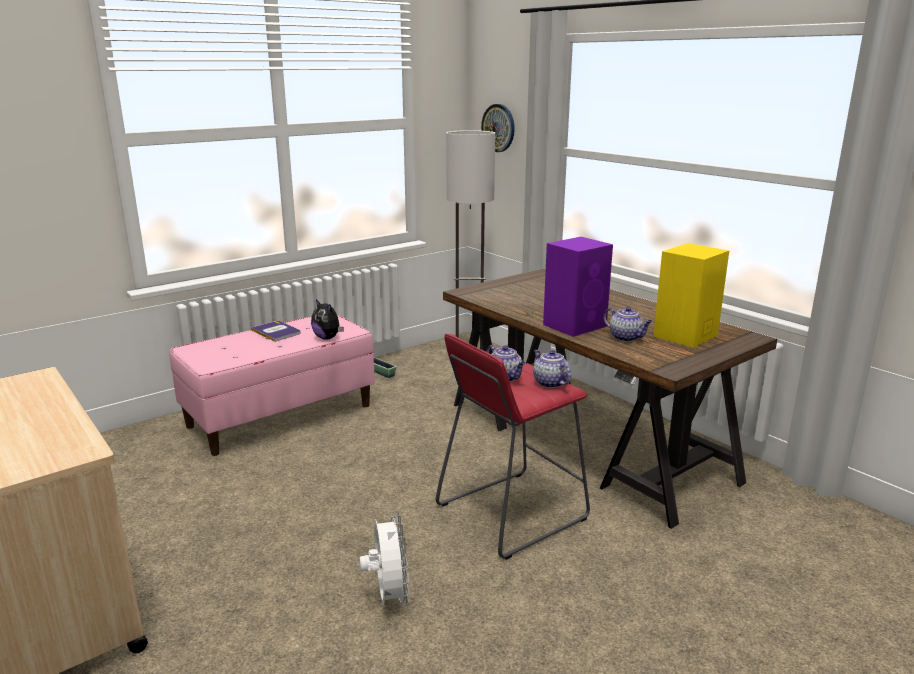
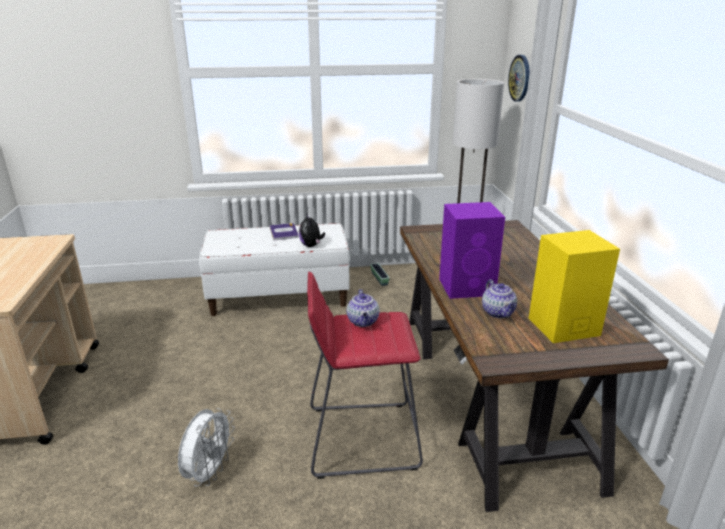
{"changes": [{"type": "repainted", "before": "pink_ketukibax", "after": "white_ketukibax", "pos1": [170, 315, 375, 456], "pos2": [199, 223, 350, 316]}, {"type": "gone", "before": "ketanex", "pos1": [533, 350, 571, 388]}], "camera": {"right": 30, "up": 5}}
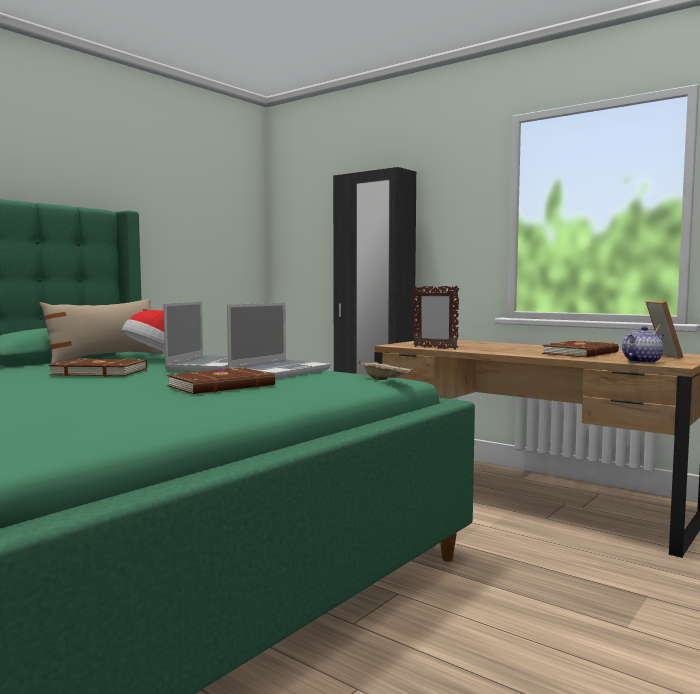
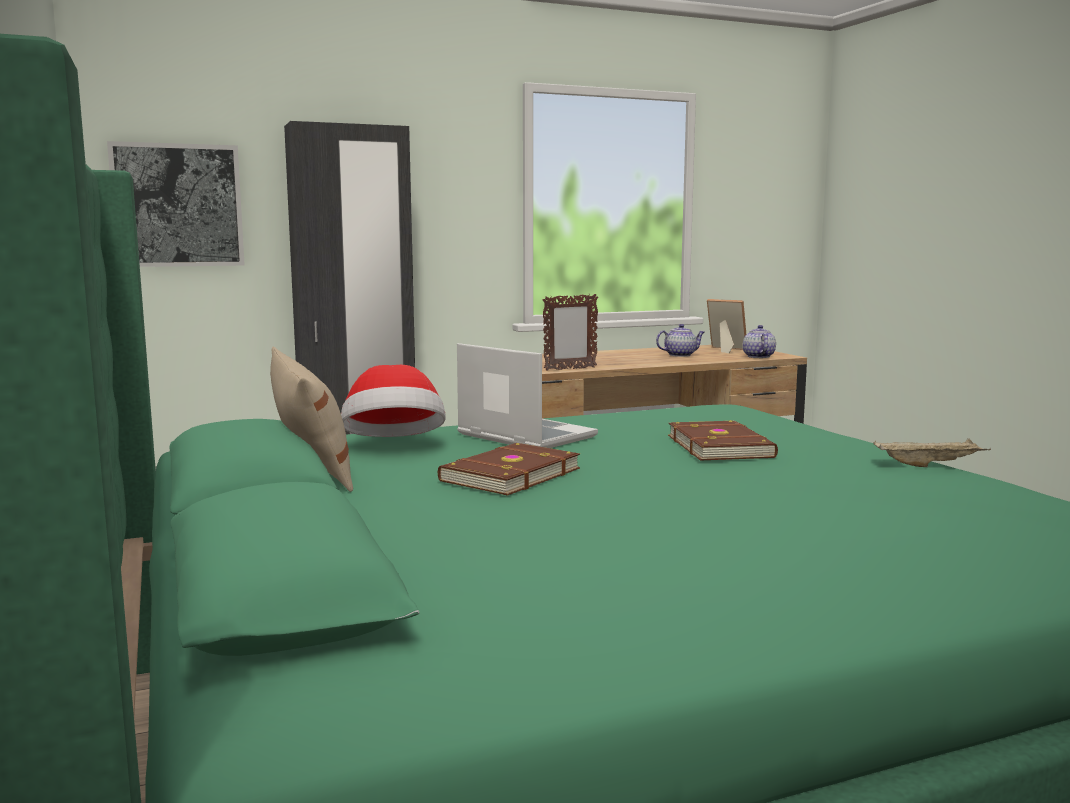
{"changes": [{"type": "new", "after": "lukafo", "pos2": [107, 141, 245, 267]}, {"type": "swapped", "before": "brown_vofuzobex", "after": "ketanex", "pos1": [542, 340, 619, 357], "pos2": [656, 324, 704, 357]}, {"type": "shifted", "before": "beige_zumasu", "pos1": [358, 361, 414, 380], "pos2": [873, 438, 991, 467]}, {"type": "gone", "before": "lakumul", "pos1": [227, 303, 331, 379]}], "camera": {"right": -60, "up": 5}}
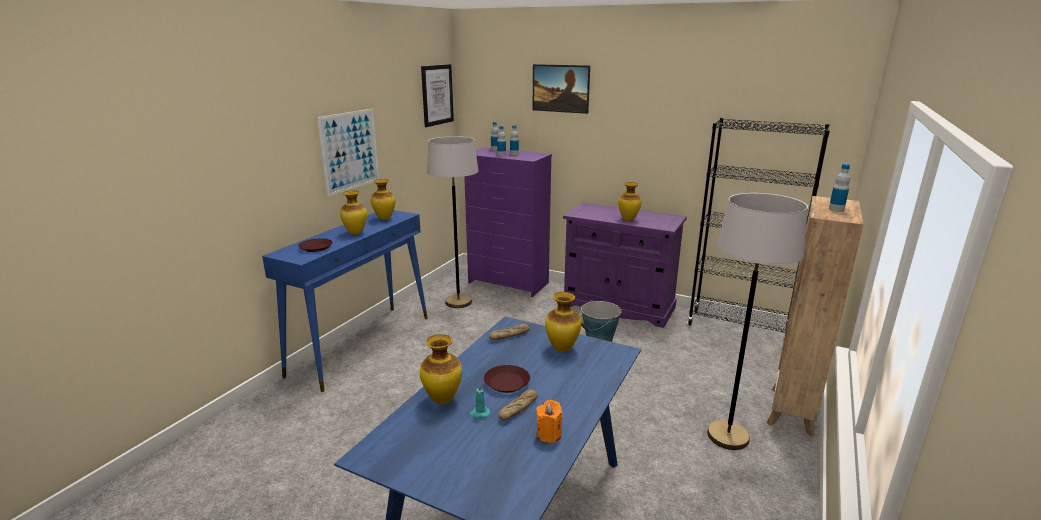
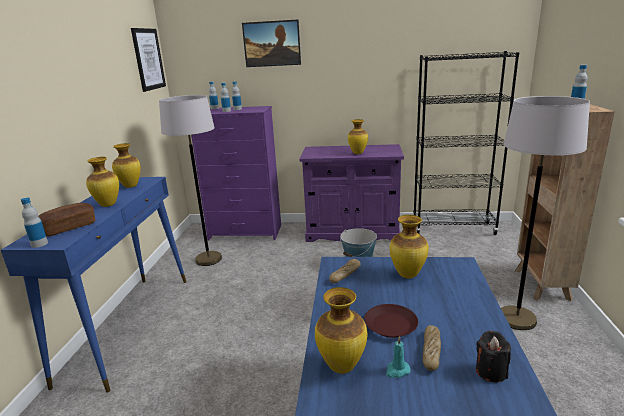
{"changes": [{"type": "new", "after": "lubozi", "pos2": [21, 197, 48, 248]}, {"type": "swapped", "before": "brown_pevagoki", "after": "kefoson", "pos1": [298, 238, 333, 252], "pos2": [38, 203, 96, 236]}, {"type": "repainted", "before": "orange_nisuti", "after": "black_nisuti", "pos1": [536, 400, 563, 443], "pos2": [476, 331, 511, 382]}, {"type": "gone", "before": "lukafo", "pos1": [317, 109, 379, 196]}], "camera": {"right": -20, "up": 0}}
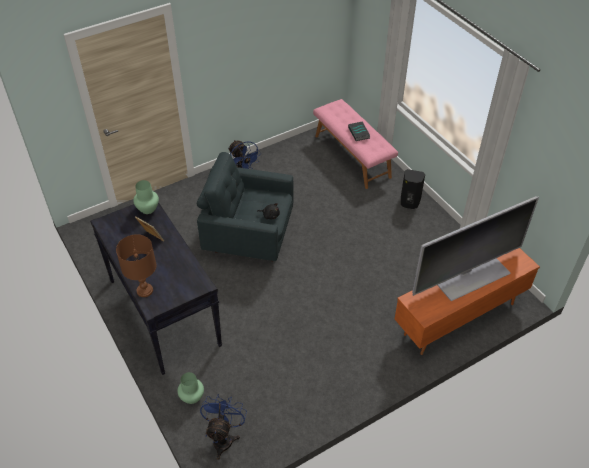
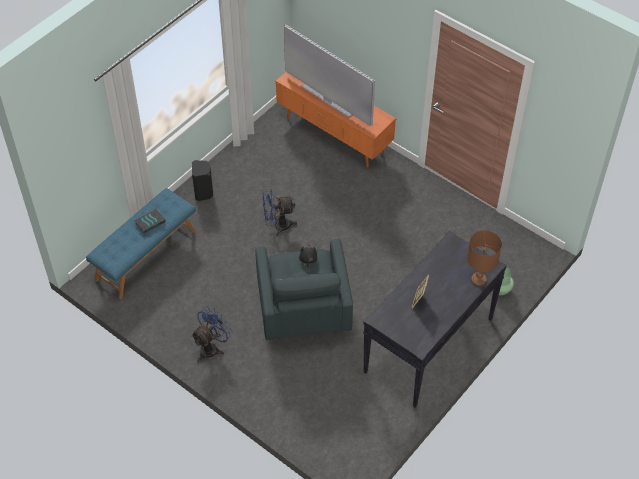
{"changes": [{"type": "repainted", "before": "pink_ketukibax", "after": "blue_ketukibax", "pos1": [313, 99, 398, 189], "pos2": [86, 188, 196, 299]}, {"type": "shifted", "before": "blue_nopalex", "pos1": [200, 394, 247, 460], "pos2": [262, 188, 297, 236]}, {"type": "gone", "before": "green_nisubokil", "pos1": [133, 180, 159, 214]}], "camera": {"right": -110, "up": 5}}
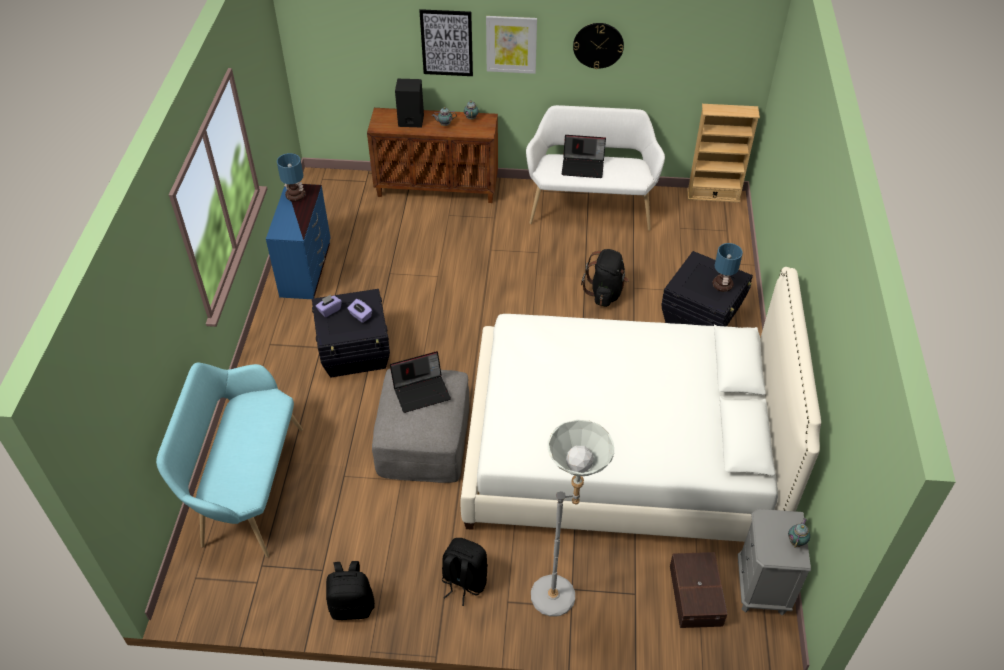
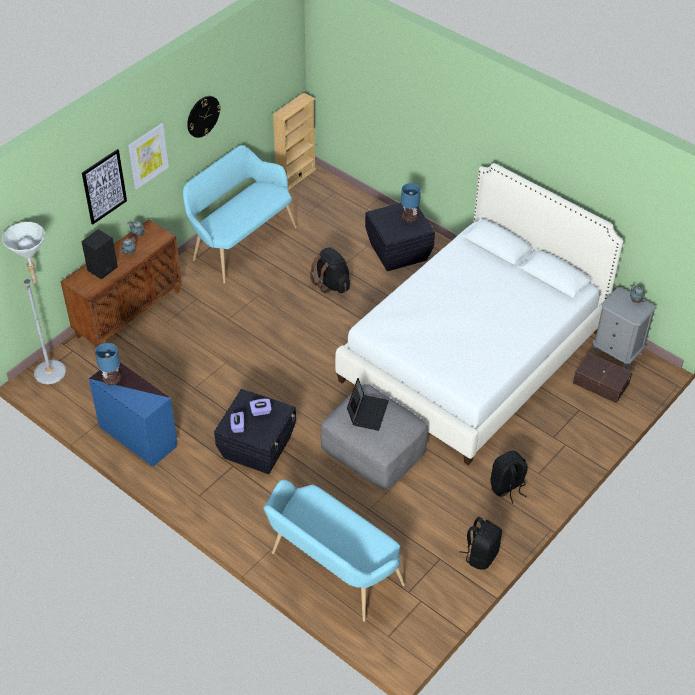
{"changes": [{"type": "shifted", "before": "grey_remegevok", "pos1": [531, 420, 614, 617], "pos2": [2, 222, 66, 384]}, {"type": "repainted", "before": "white_ketukibax", "after": "turquoise_ketukibax", "pos1": [526, 105, 665, 231], "pos2": [183, 145, 297, 284]}, {"type": "gone", "before": "lakumul", "pos1": [562, 135, 606, 178]}], "camera": {"right": -55, "up": 0}}
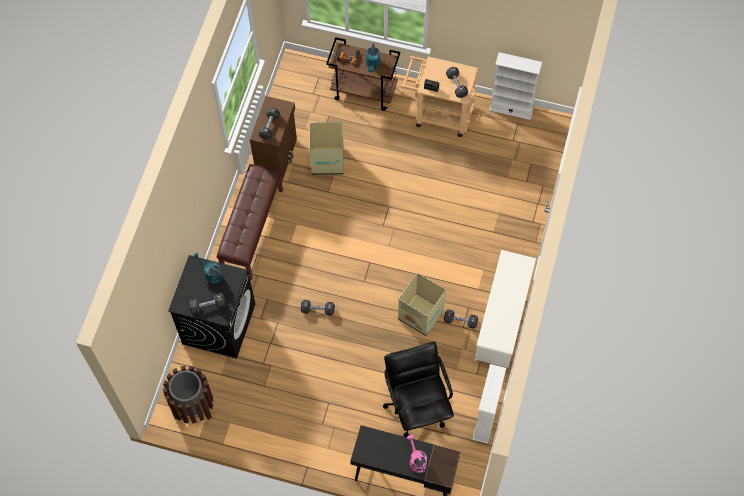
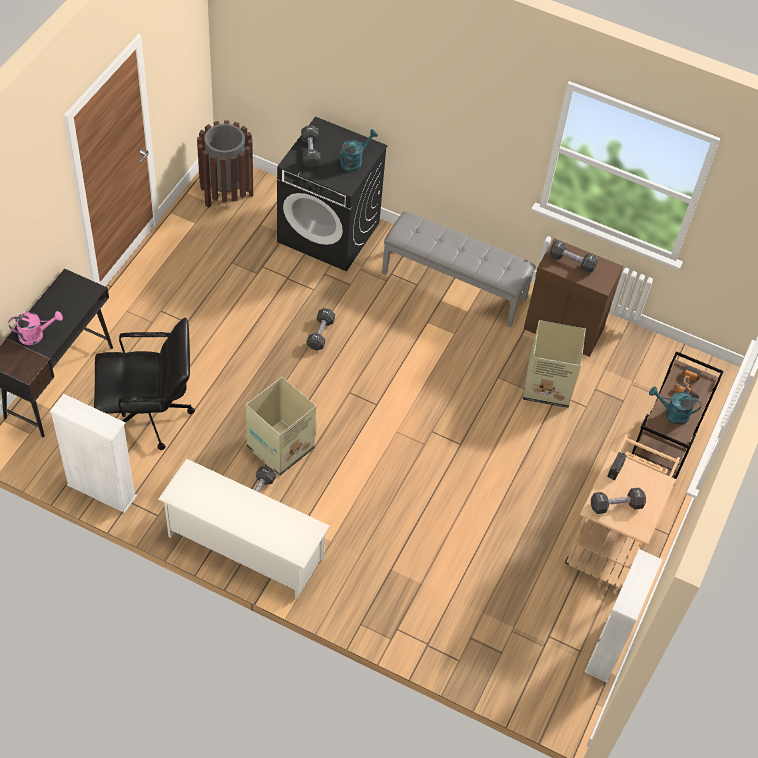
{"changes": [{"type": "repainted", "before": "brown_ketukibax", "after": "grey_ketukibax", "pos1": [217, 164, 283, 280], "pos2": [382, 212, 536, 328]}], "camera": {"right": 95, "up": -10}}
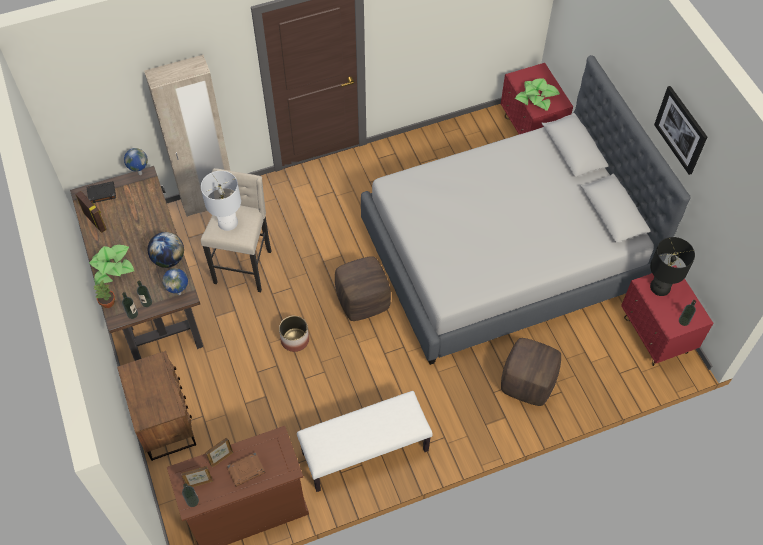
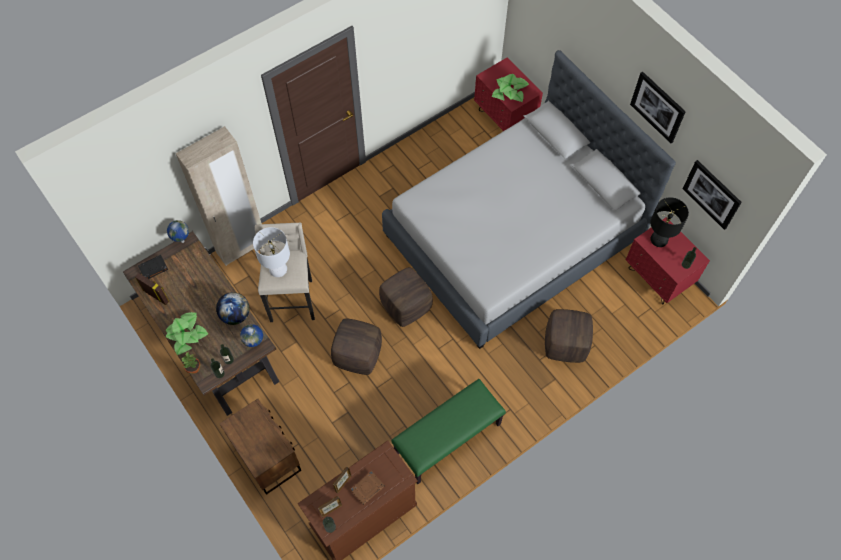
{"changes": [{"type": "swapped", "before": "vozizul", "after": "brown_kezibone", "pos1": [279, 316, 309, 352], "pos2": [331, 319, 382, 375]}, {"type": "repainted", "before": "white_ketukibax", "after": "green_ketukibax", "pos1": [297, 391, 433, 492], "pos2": [391, 379, 506, 484]}, {"type": "new", "after": "lukafo", "pos2": [683, 160, 742, 230]}], "camera": {"right": -15, "up": 5}}
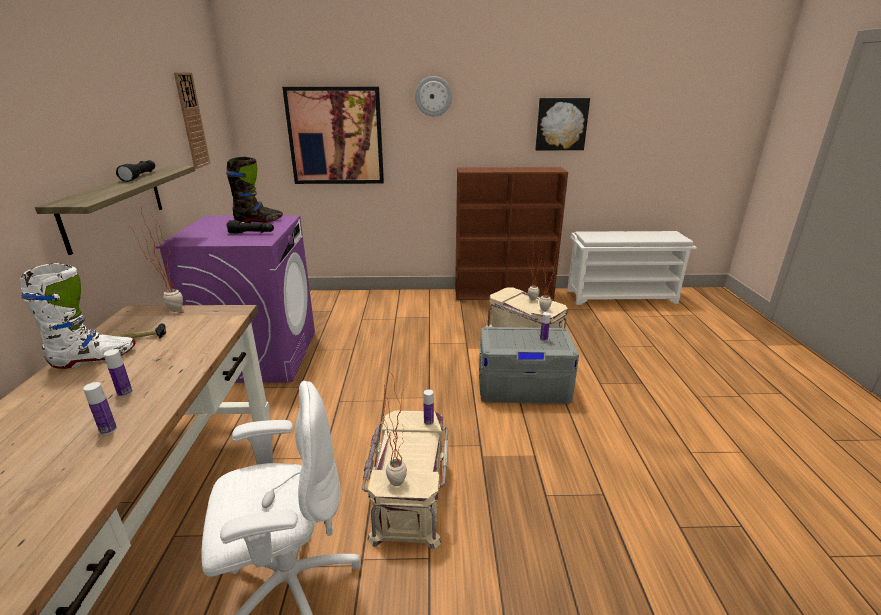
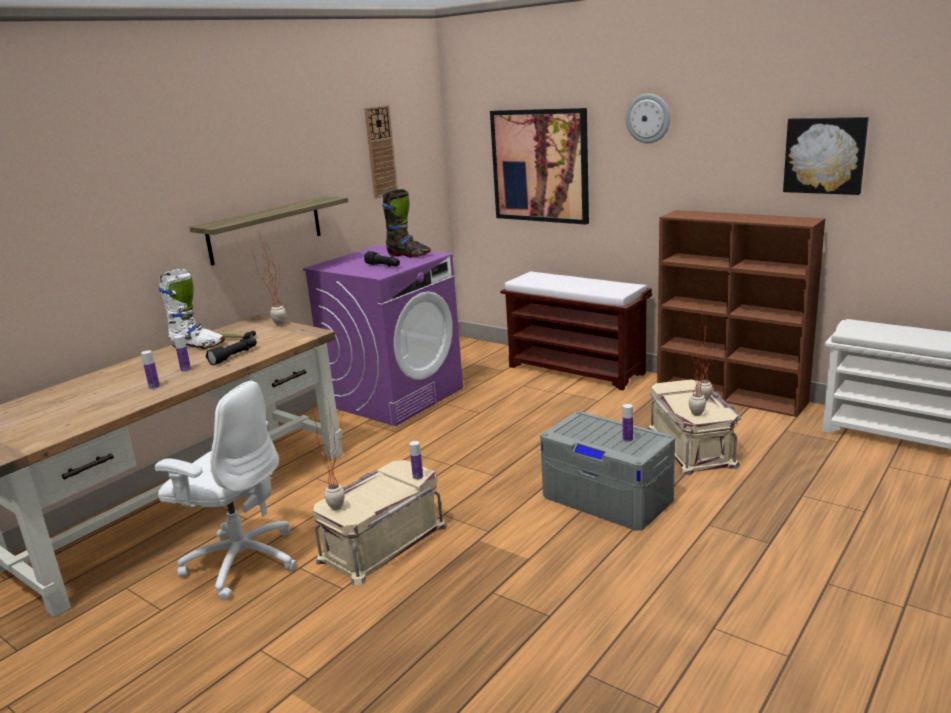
{"changes": [{"type": "shifted", "before": "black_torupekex", "pos1": [116, 160, 155, 182], "pos2": [206, 337, 257, 365]}, {"type": "new", "after": "brown_ketukibax", "pos2": [500, 272, 652, 390]}], "camera": {"right": 40, "up": -5}}
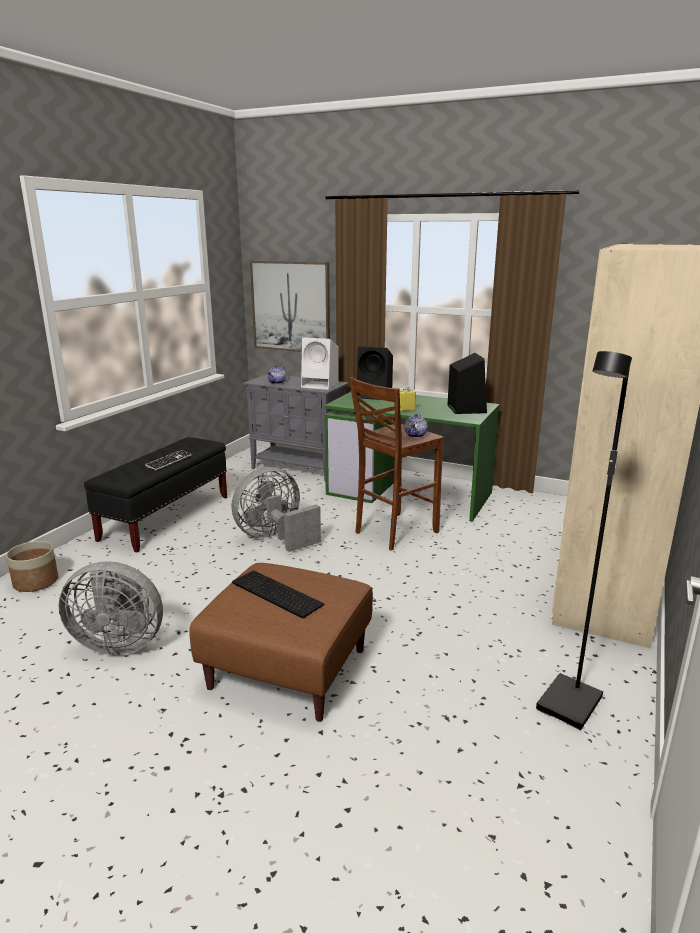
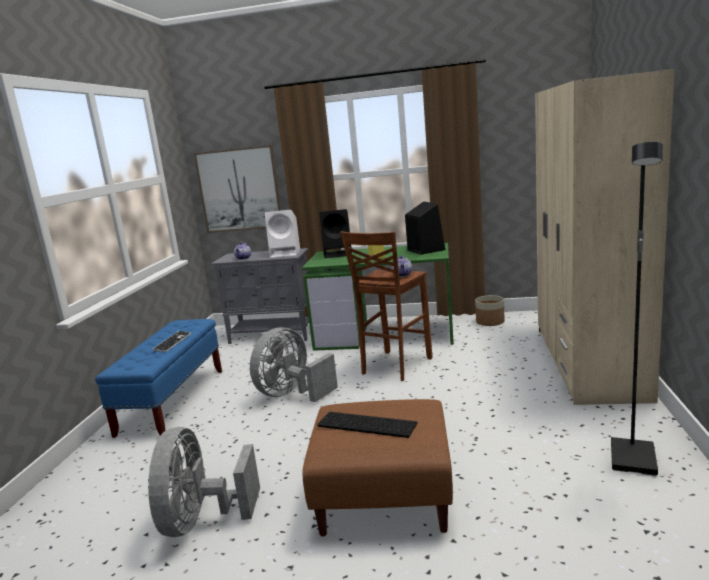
{"changes": [{"type": "repainted", "before": "black_ketukibax", "after": "blue_ketukibax", "pos1": [84, 437, 227, 552], "pos2": [95, 319, 222, 438]}, {"type": "rotated", "before": "grey_nopalex", "pos1": [58, 561, 163, 655], "pos2": [148, 427, 260, 537], "turn": 105}, {"type": "shifted", "before": "vozizul", "pos1": [6, 541, 58, 592], "pos2": [475, 295, 505, 326]}], "camera": {"right": -15, "up": -5}}
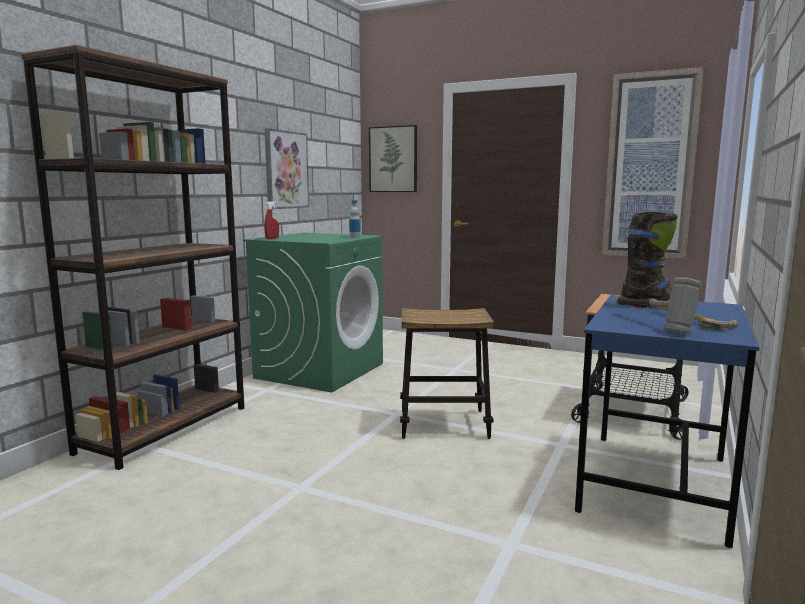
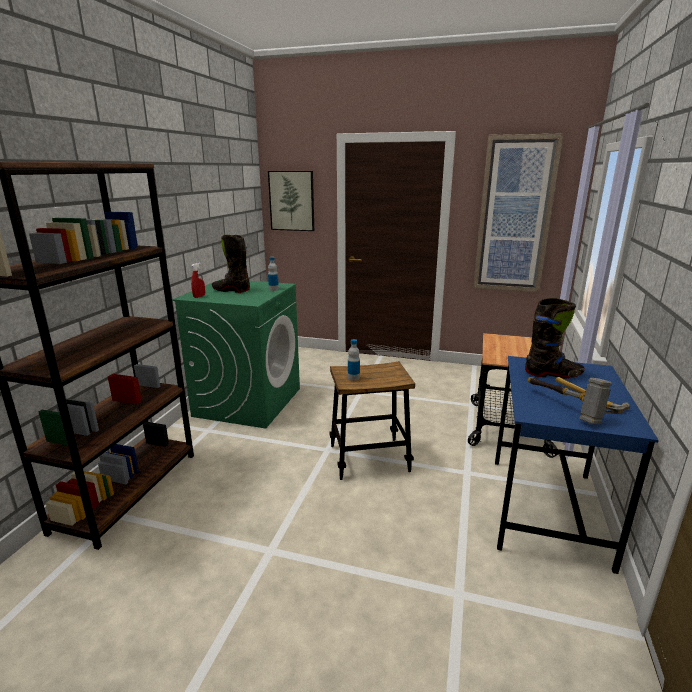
{"changes": [{"type": "new", "after": "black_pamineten", "pos2": [212, 235, 250, 293]}, {"type": "new", "after": "lubozi", "pos2": [348, 339, 360, 381]}, {"type": "gone", "before": "lukafo", "pos1": [265, 128, 309, 209]}], "camera": {"right": -10, "up": 10}}
